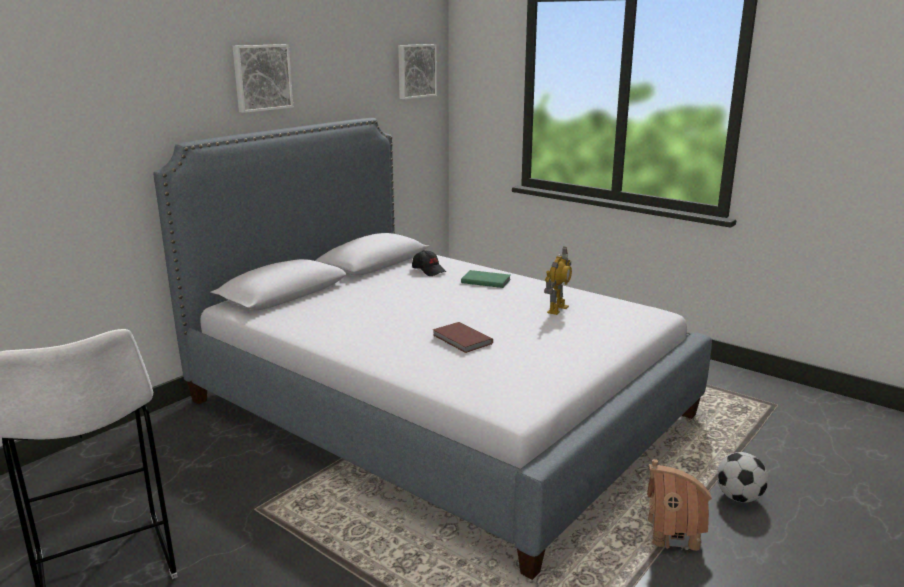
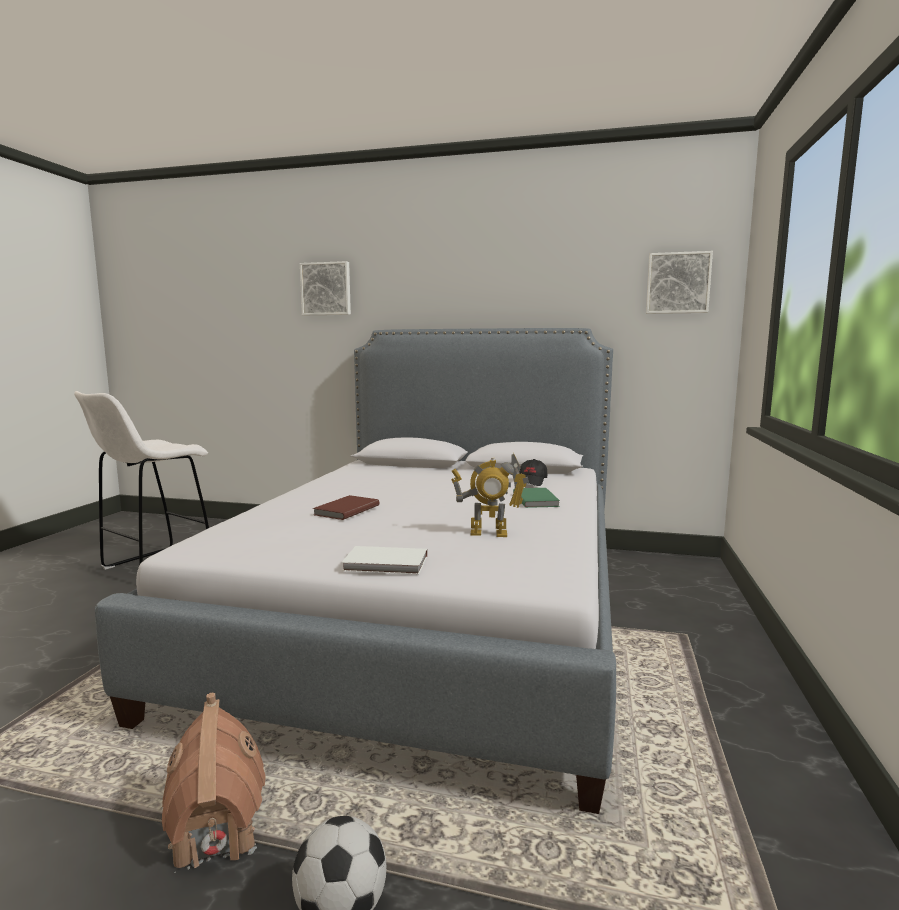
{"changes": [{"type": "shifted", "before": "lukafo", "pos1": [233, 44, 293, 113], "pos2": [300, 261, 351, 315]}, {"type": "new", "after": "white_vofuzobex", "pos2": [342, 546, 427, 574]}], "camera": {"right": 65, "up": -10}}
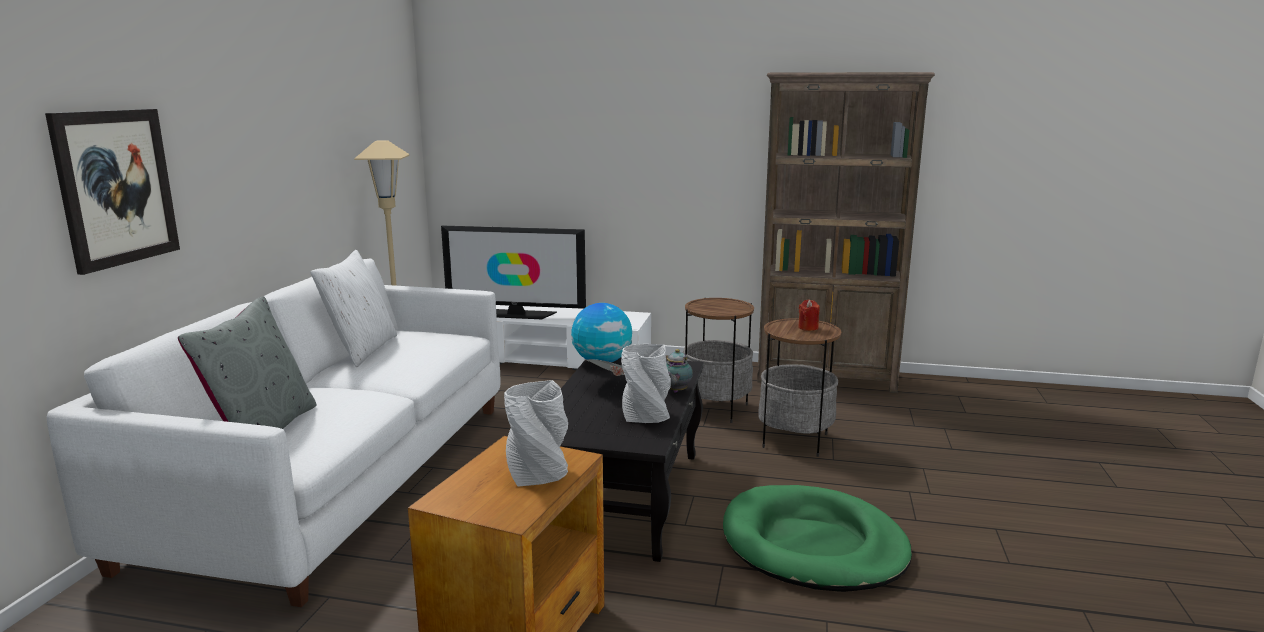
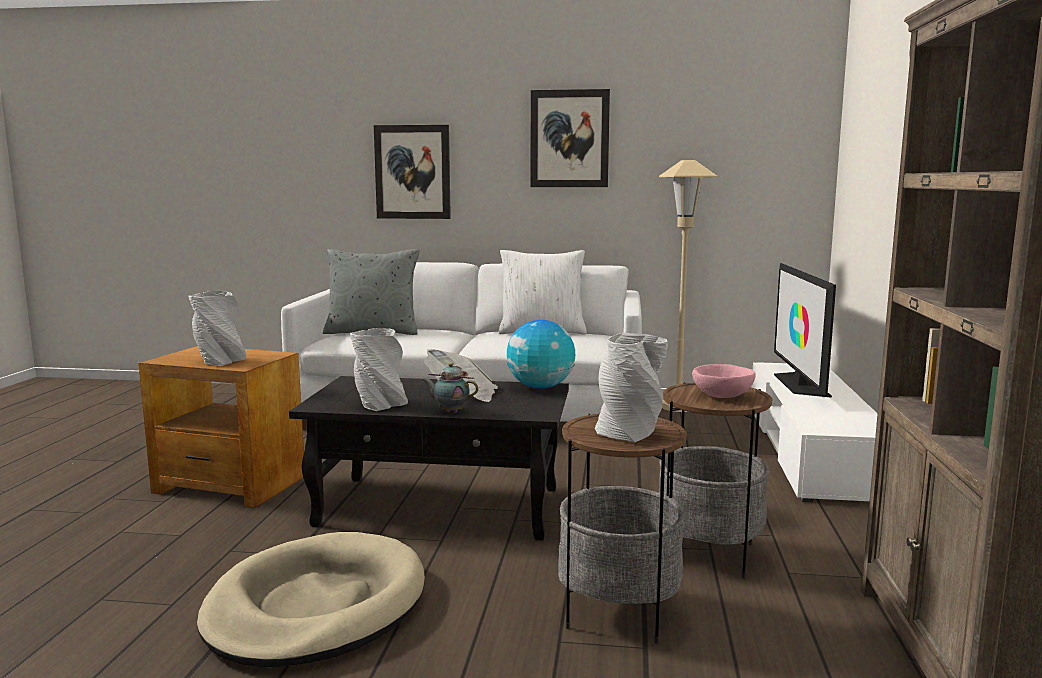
{"changes": [{"type": "repainted", "before": "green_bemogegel", "after": "beige_bemogegel", "pos1": [723, 485, 912, 592], "pos2": [197, 532, 425, 667]}, {"type": "new", "after": "lukafo", "pos2": [530, 89, 610, 187]}, {"type": "swapped", "before": "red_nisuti", "after": "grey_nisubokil", "pos1": [798, 299, 820, 331], "pos2": [595, 333, 668, 442]}, {"type": "new", "after": "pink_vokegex", "pos2": [692, 364, 756, 398]}], "camera": {"right": 85, "up": -5}}
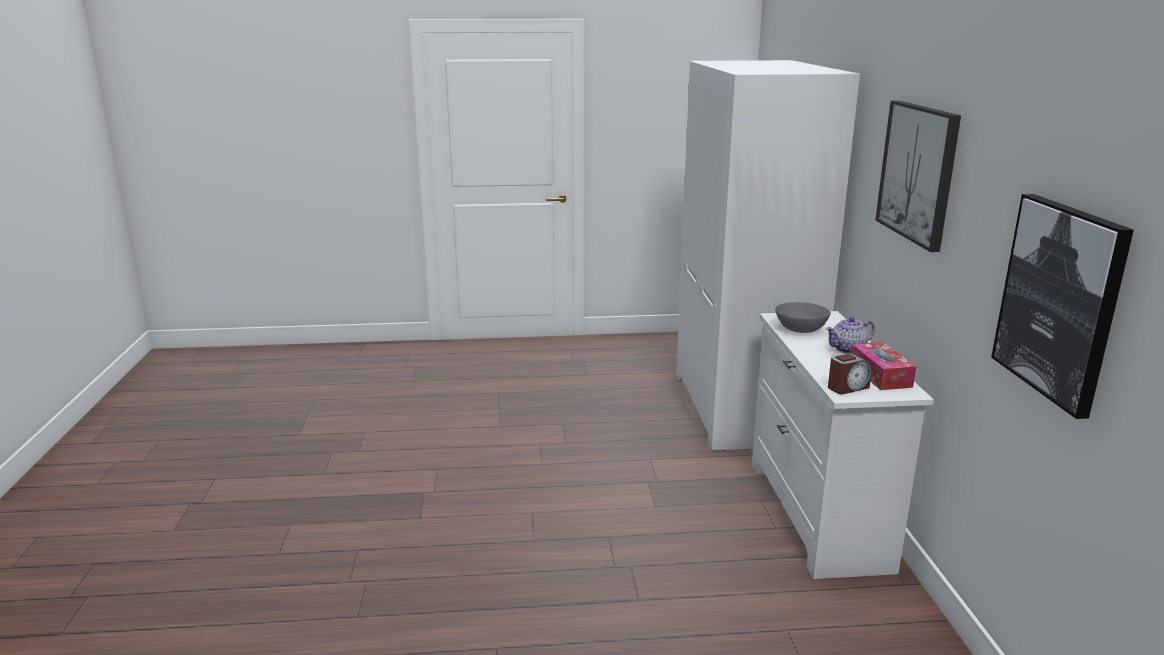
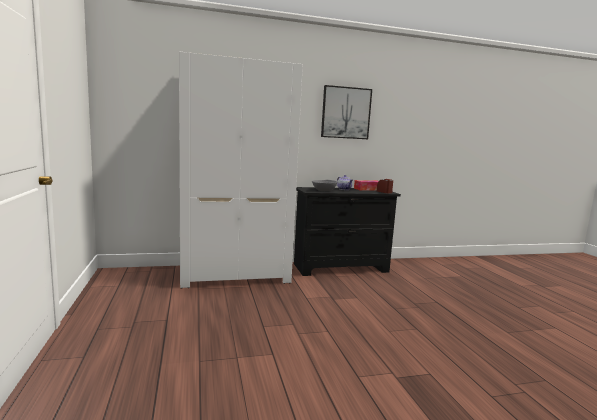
{"changes": [{"type": "repainted", "before": "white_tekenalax", "after": "black_tekenalax", "pos1": [752, 311, 934, 579], "pos2": [294, 187, 401, 276]}, {"type": "gone", "before": "lukafo", "pos1": [991, 194, 1134, 419]}], "camera": {"right": -100, "up": -10}}
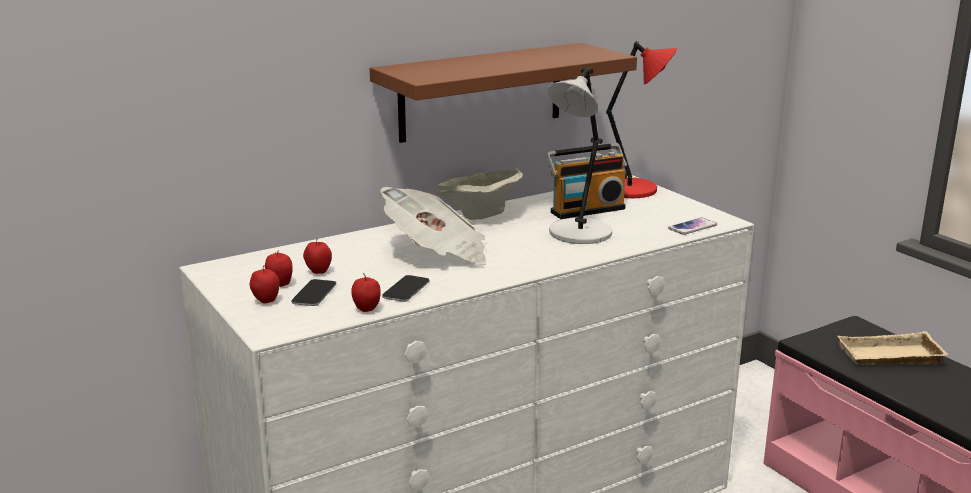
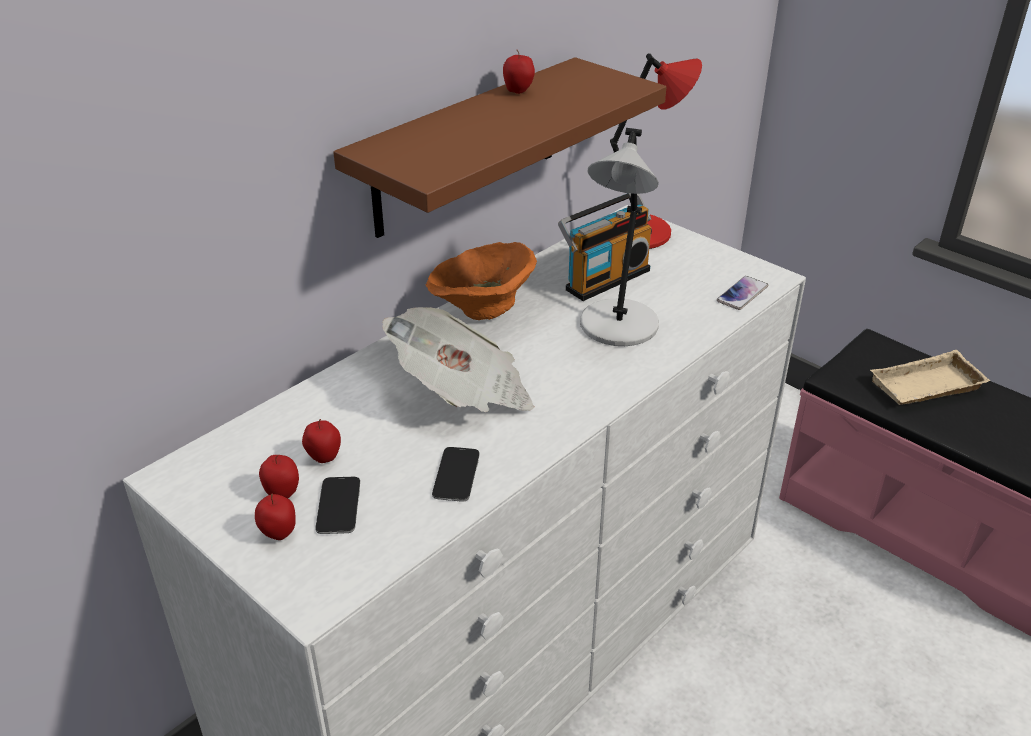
{"changes": [{"type": "repainted", "before": "beige_vokegex", "after": "orange_vokegex", "pos1": [437, 168, 523, 220], "pos2": [426, 242, 537, 320]}, {"type": "shifted", "before": "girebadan", "pos1": [351, 273, 381, 312], "pos2": [503, 49, 535, 94]}], "camera": {"right": -15, "up": 15}}
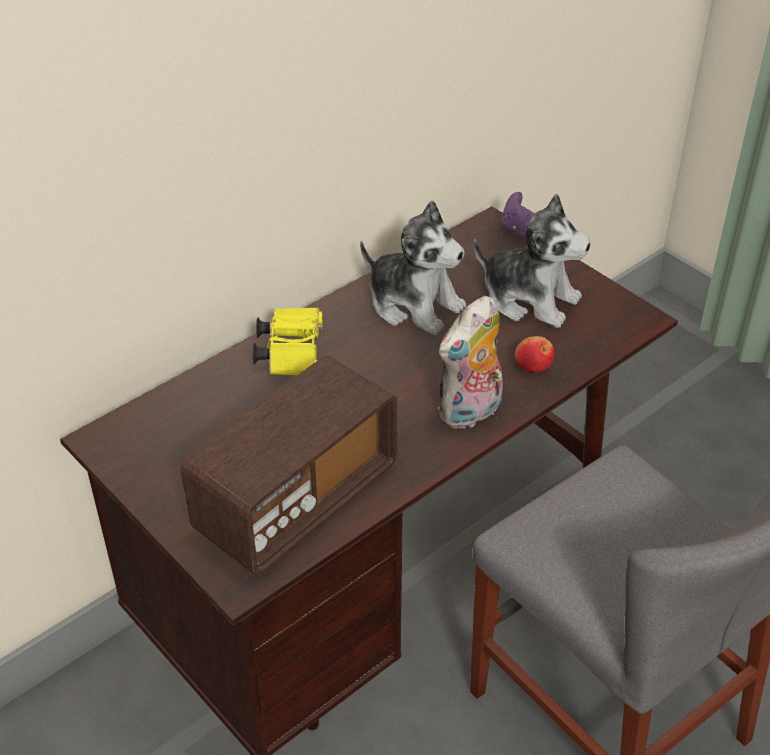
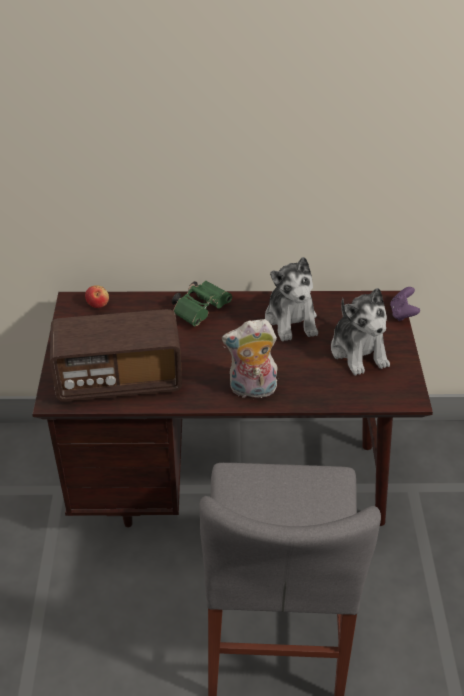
{"changes": [{"type": "shifted", "before": "girebadan", "pos1": [514, 336, 554, 373], "pos2": [85, 285, 109, 308]}, {"type": "repainted", "before": "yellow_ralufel", "after": "green_ralufel", "pos1": [253, 307, 323, 375], "pos2": [172, 281, 232, 327]}], "camera": {"right": 40, "up": 0}}
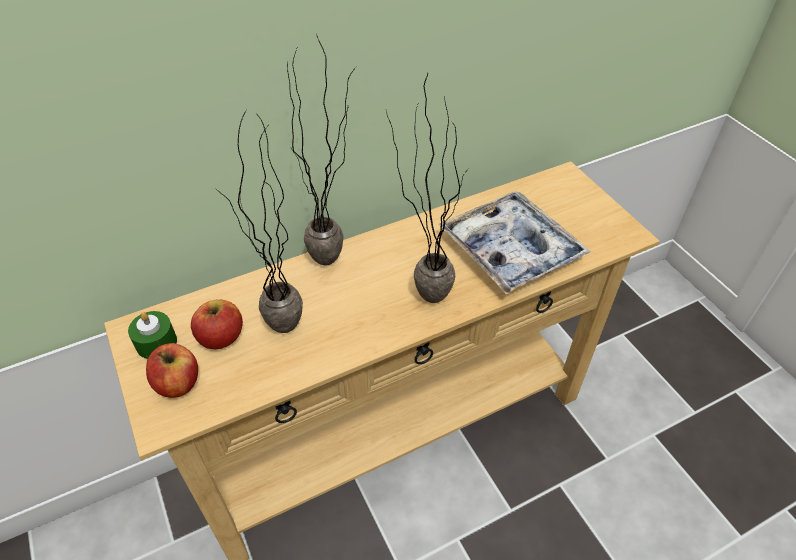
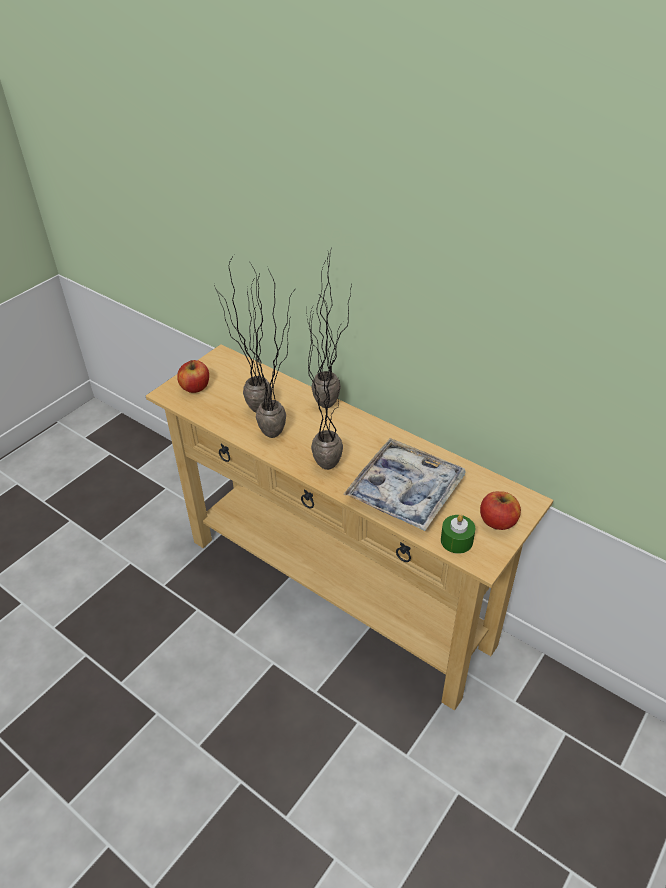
{"changes": [{"type": "new", "after": "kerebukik", "pos2": [247, 269, 294, 438]}, {"type": "shifted", "before": "green_nisuti", "pos1": [128, 311, 177, 359], "pos2": [441, 515, 475, 554]}, {"type": "shifted", "before": "girebadan", "pos1": [191, 299, 243, 349], "pos2": [480, 491, 521, 530]}], "camera": {"right": 65, "up": -5}}
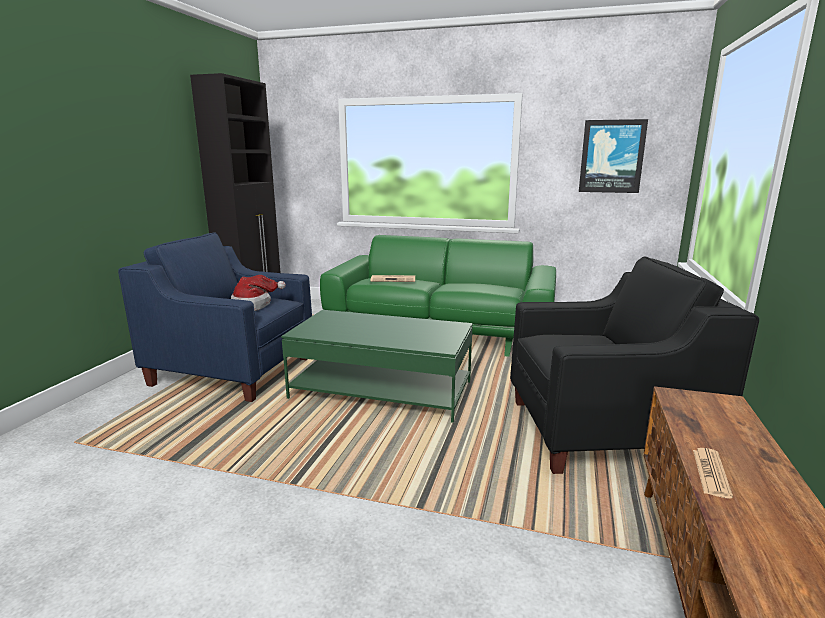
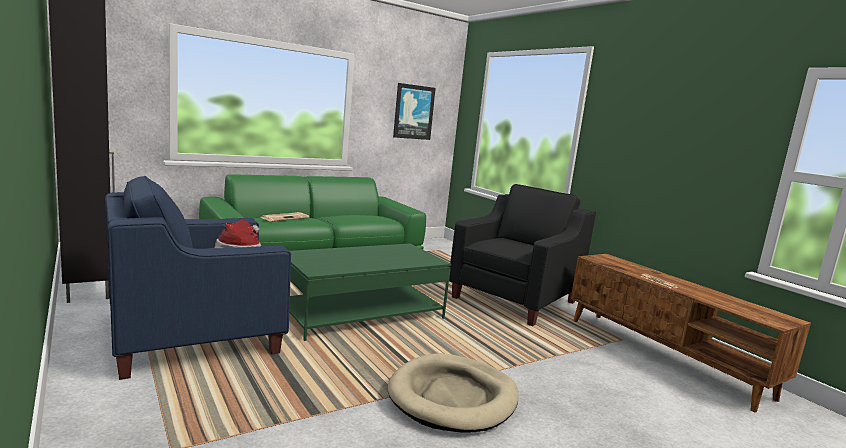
{"changes": [{"type": "new", "after": "beige_bemogegel", "pos2": [387, 353, 518, 433]}], "camera": {"right": -50, "up": -5}}
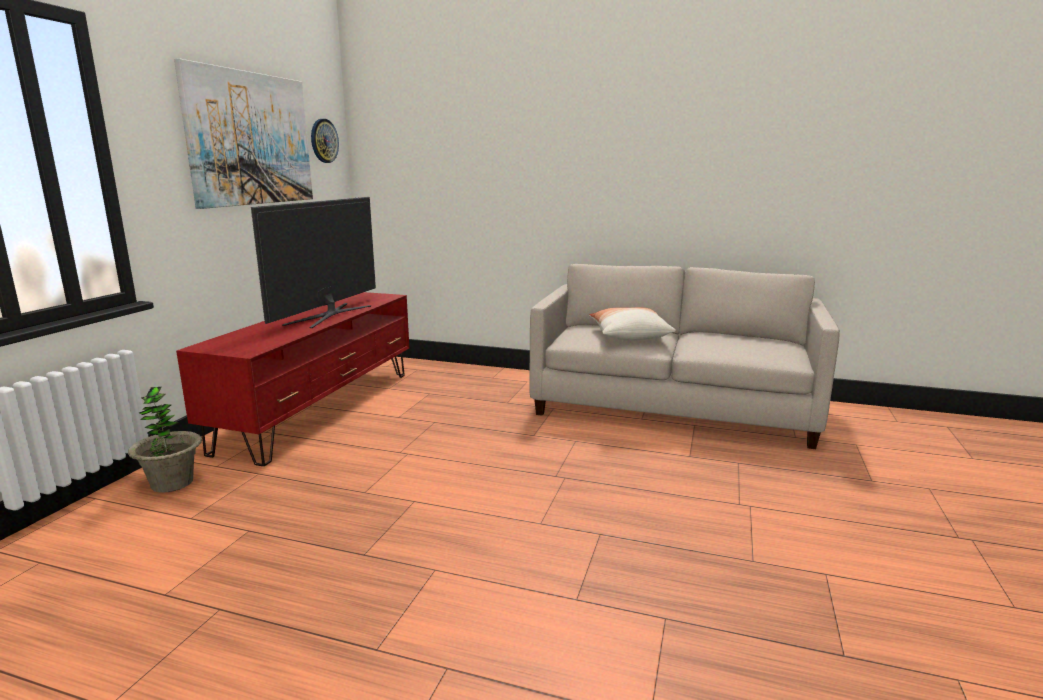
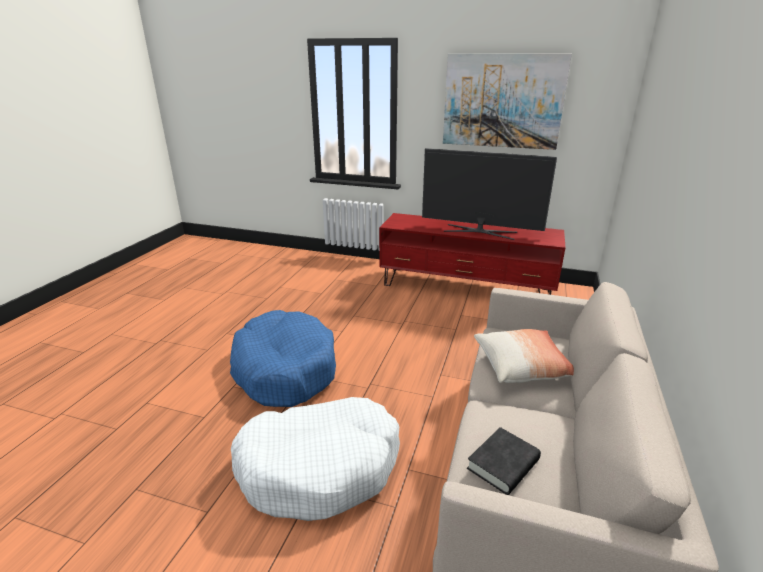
{"changes": [{"type": "new", "after": "blue_bemogegel", "pos2": [230, 310, 336, 407]}, {"type": "new", "after": "white_bemogegel", "pos2": [231, 397, 400, 521]}, {"type": "new", "after": "black_vofuzobex", "pos2": [467, 427, 541, 495]}, {"type": "gone", "before": "kerebukik", "pos1": [128, 387, 202, 493]}, {"type": "gone", "before": "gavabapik", "pos1": [311, 119, 339, 163]}], "camera": {"right": 90, "up": 10}}
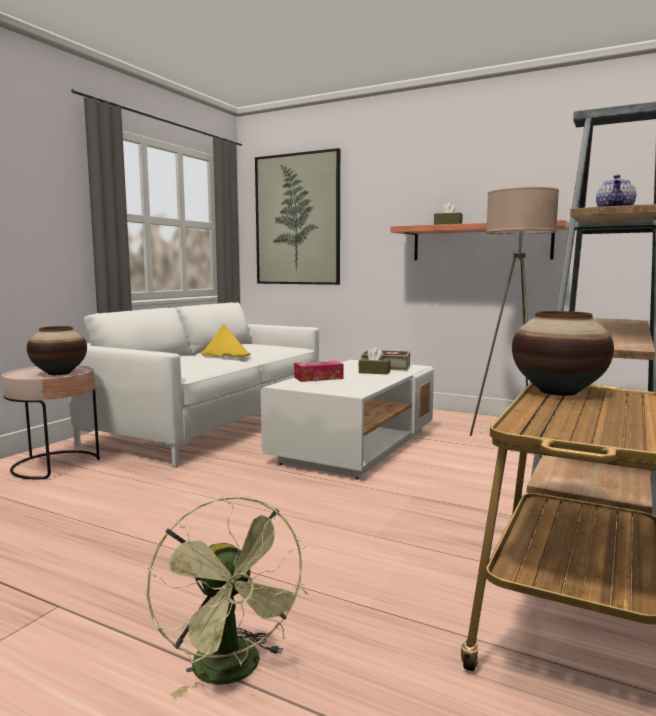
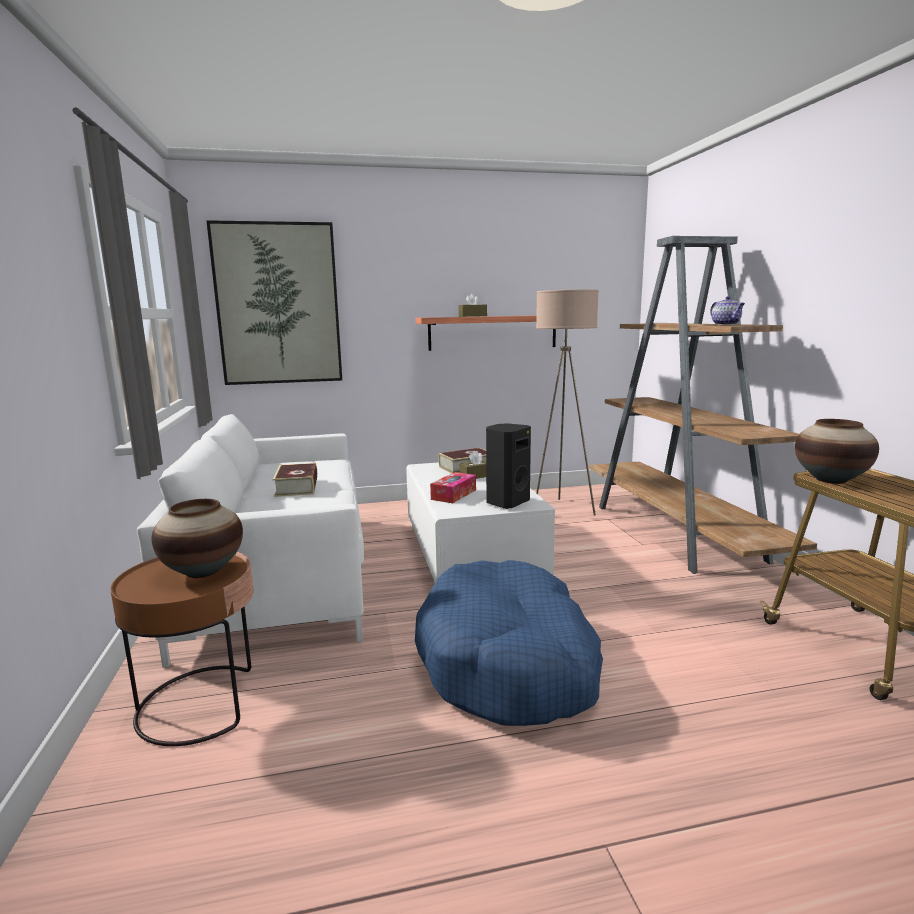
{"changes": [{"type": "repainted", "before": "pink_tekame", "after": "brown_tekame", "pos1": [2, 365, 100, 480], "pos2": [110, 552, 254, 746]}, {"type": "swapped", "before": "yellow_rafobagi", "after": "vofuzobex", "pos1": [201, 324, 250, 357], "pos2": [273, 463, 317, 497]}, {"type": "new", "after": "blue_bemogegel", "pos2": [415, 560, 603, 726]}, {"type": "new", "after": "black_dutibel", "pos2": [486, 423, 531, 509]}, {"type": "gone", "before": "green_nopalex", "pos1": [146, 496, 309, 699]}], "camera": {"right": -40, "up": 5}}
